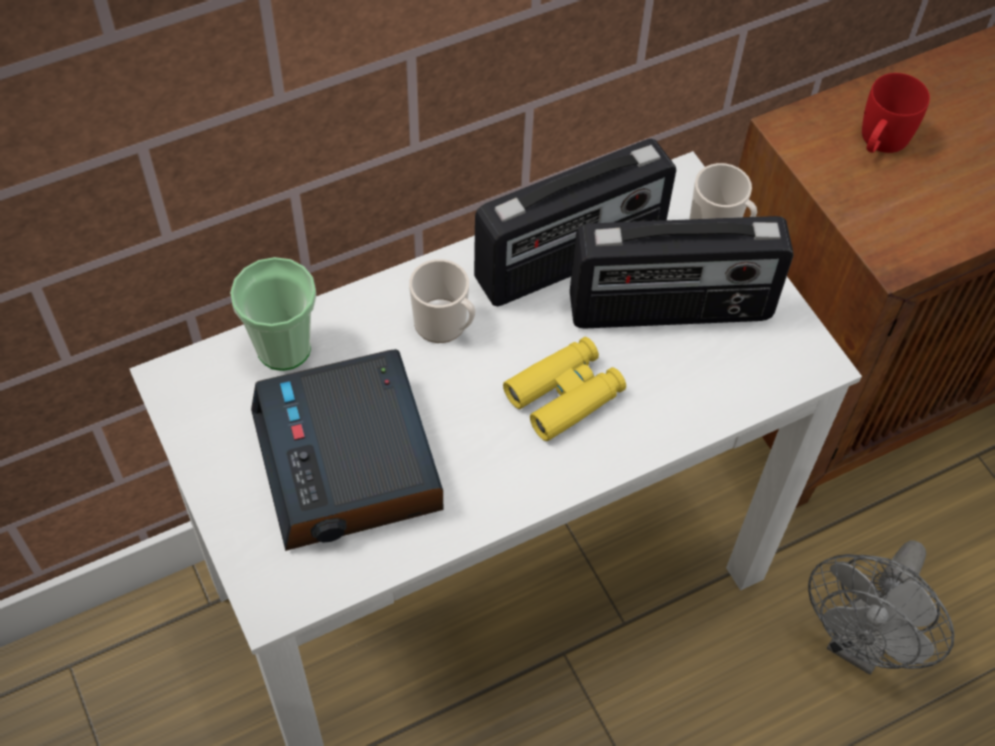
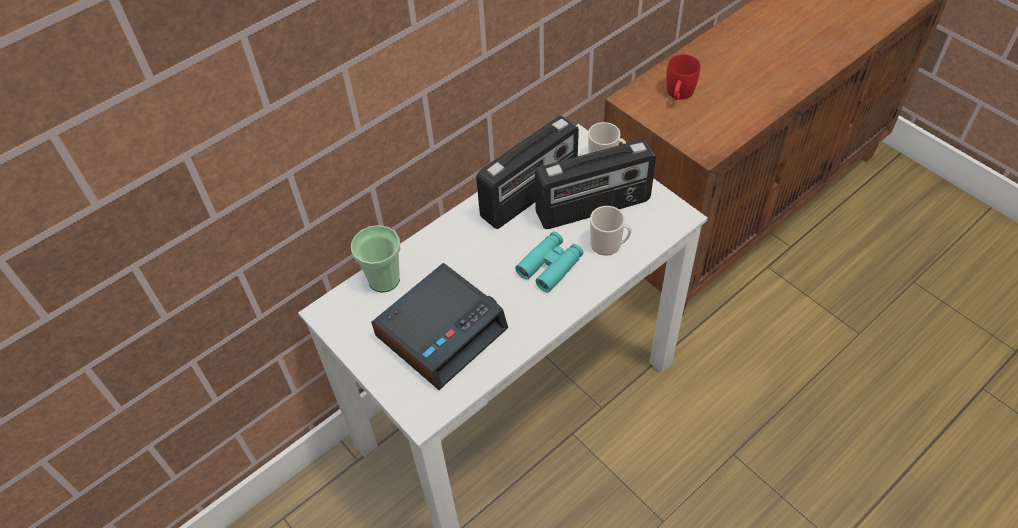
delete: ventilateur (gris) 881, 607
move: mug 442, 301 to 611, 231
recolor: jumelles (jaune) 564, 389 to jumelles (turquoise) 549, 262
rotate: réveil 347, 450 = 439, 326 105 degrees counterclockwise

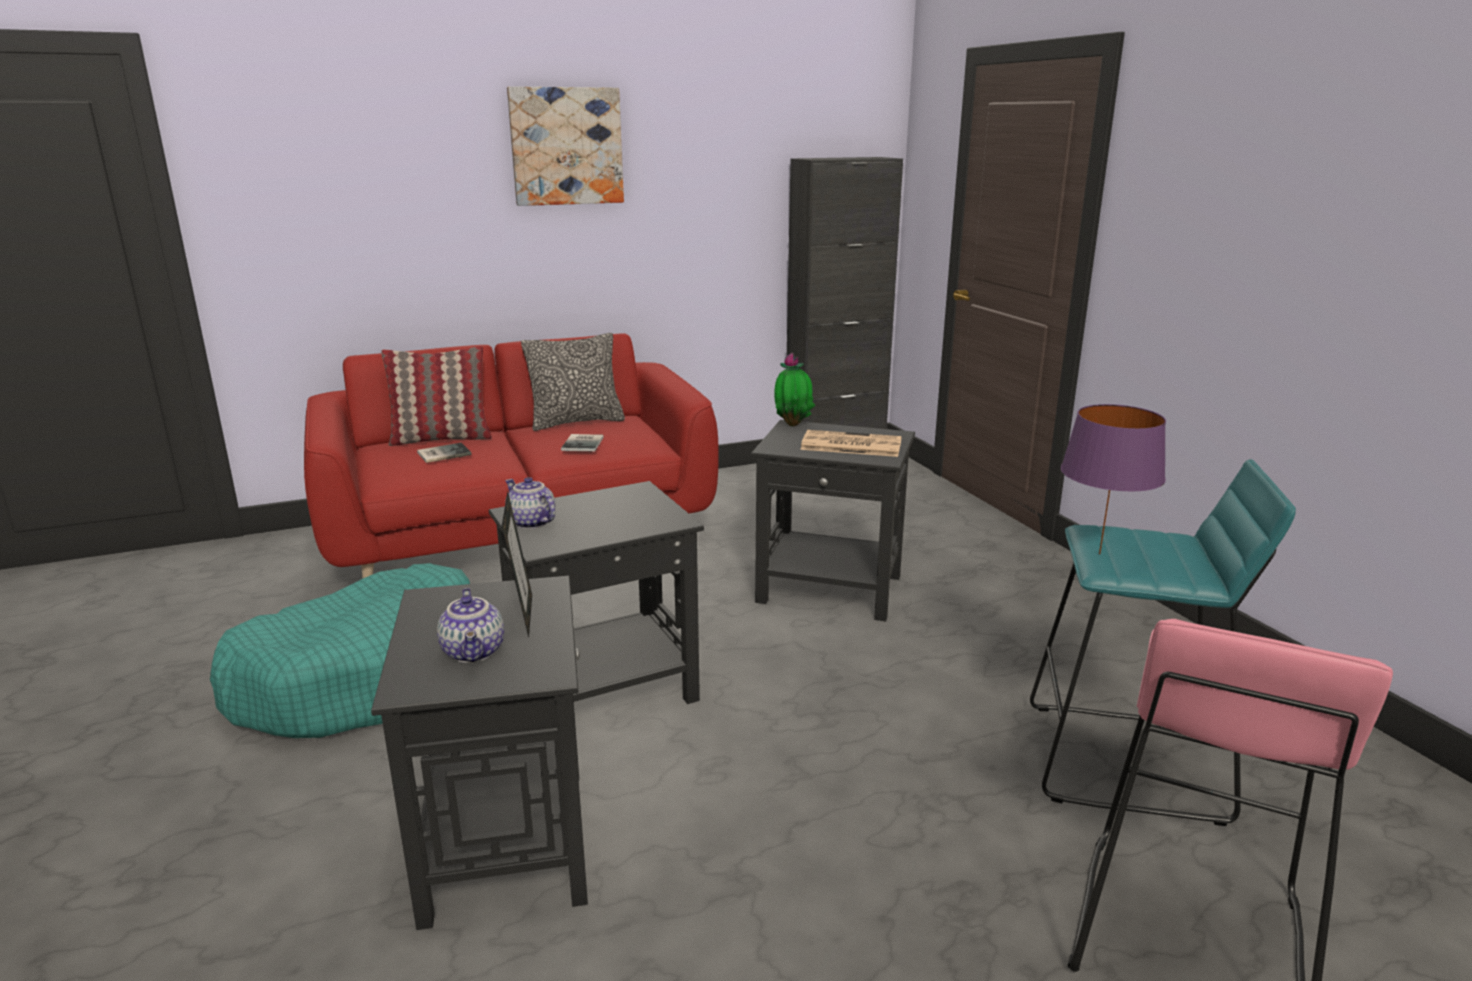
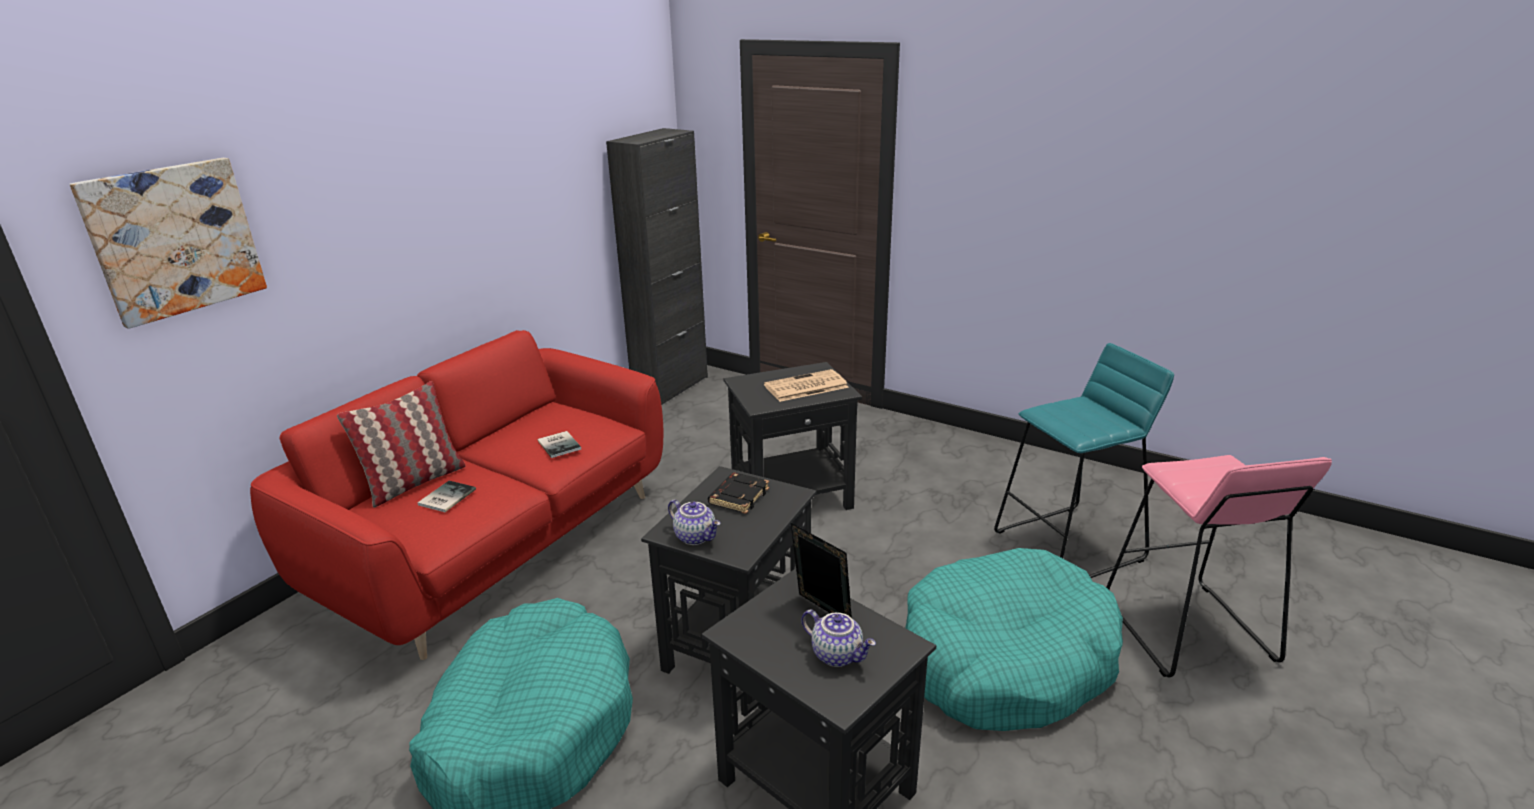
delete: coussin 573, 382; plante en pot 794, 389; lampe de table (violet) 1113, 479
insert: livre (noir) 739, 493; panier pour chien (turquoise) 1014, 639
move: tableau 565, 146 to 168, 243
rotate: théière 530, 503 = 694, 522 150 degrees counterclockwise

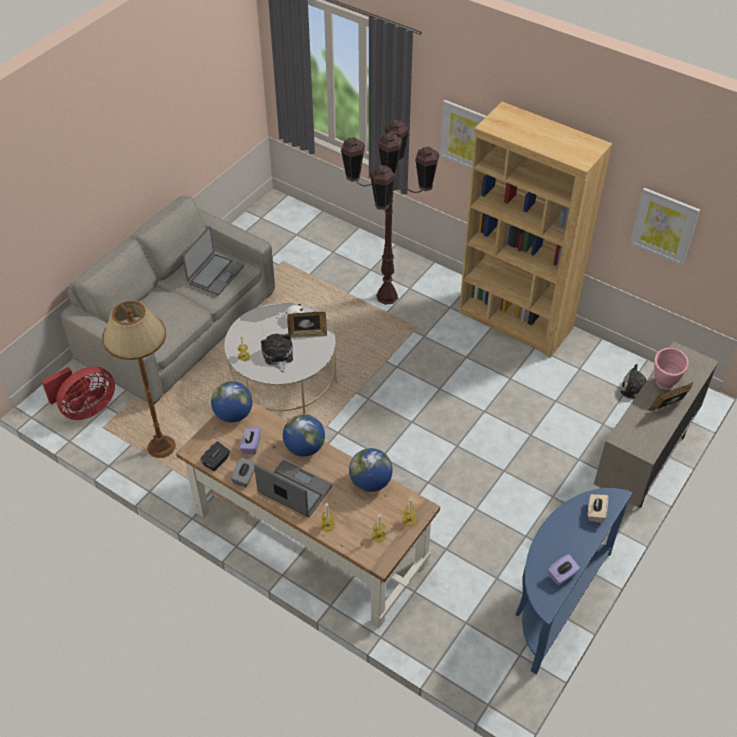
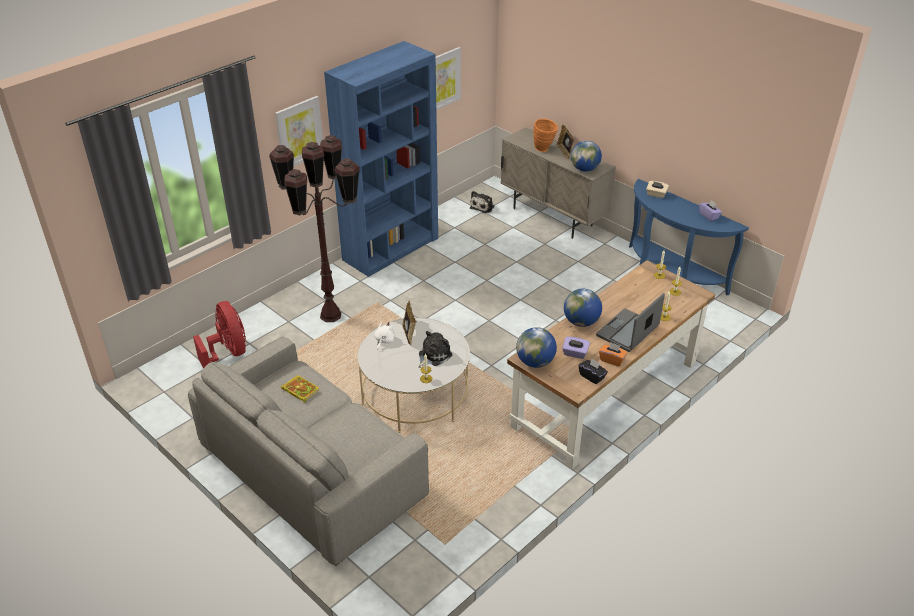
delete: lampadaire (marron) 139, 379
move: ventilateur (rouge) 78, 393 to 219, 335; globe 371, 470 to 586, 156
replace: ordinateur portable 213, 260 to livre 300, 389
recolor: bibliothèque (marron) 535, 229 to bibliothèque (bleu) 381, 159; vase (rose) 671, 369 to vase (orange) 545, 135; boîte à mouchoirs (gris) 243, 472 to boîte à mouchoirs (orange) 613, 354
rotate: peluche 277, 353 = 435, 349 135 degrees clockwise

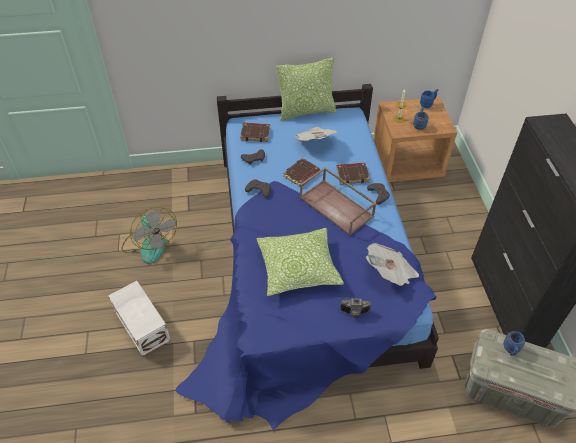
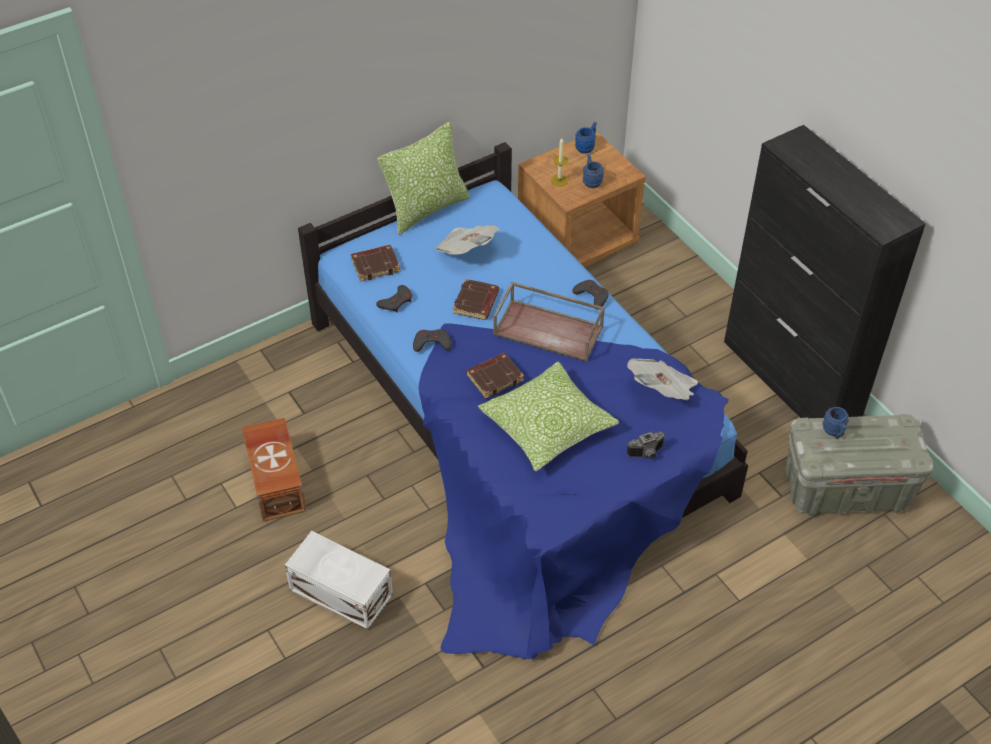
move: livre (marron) 353, 173 to 495, 376
replace: ventilateur 149, 235 to boîte de rangement (marron) 274, 470

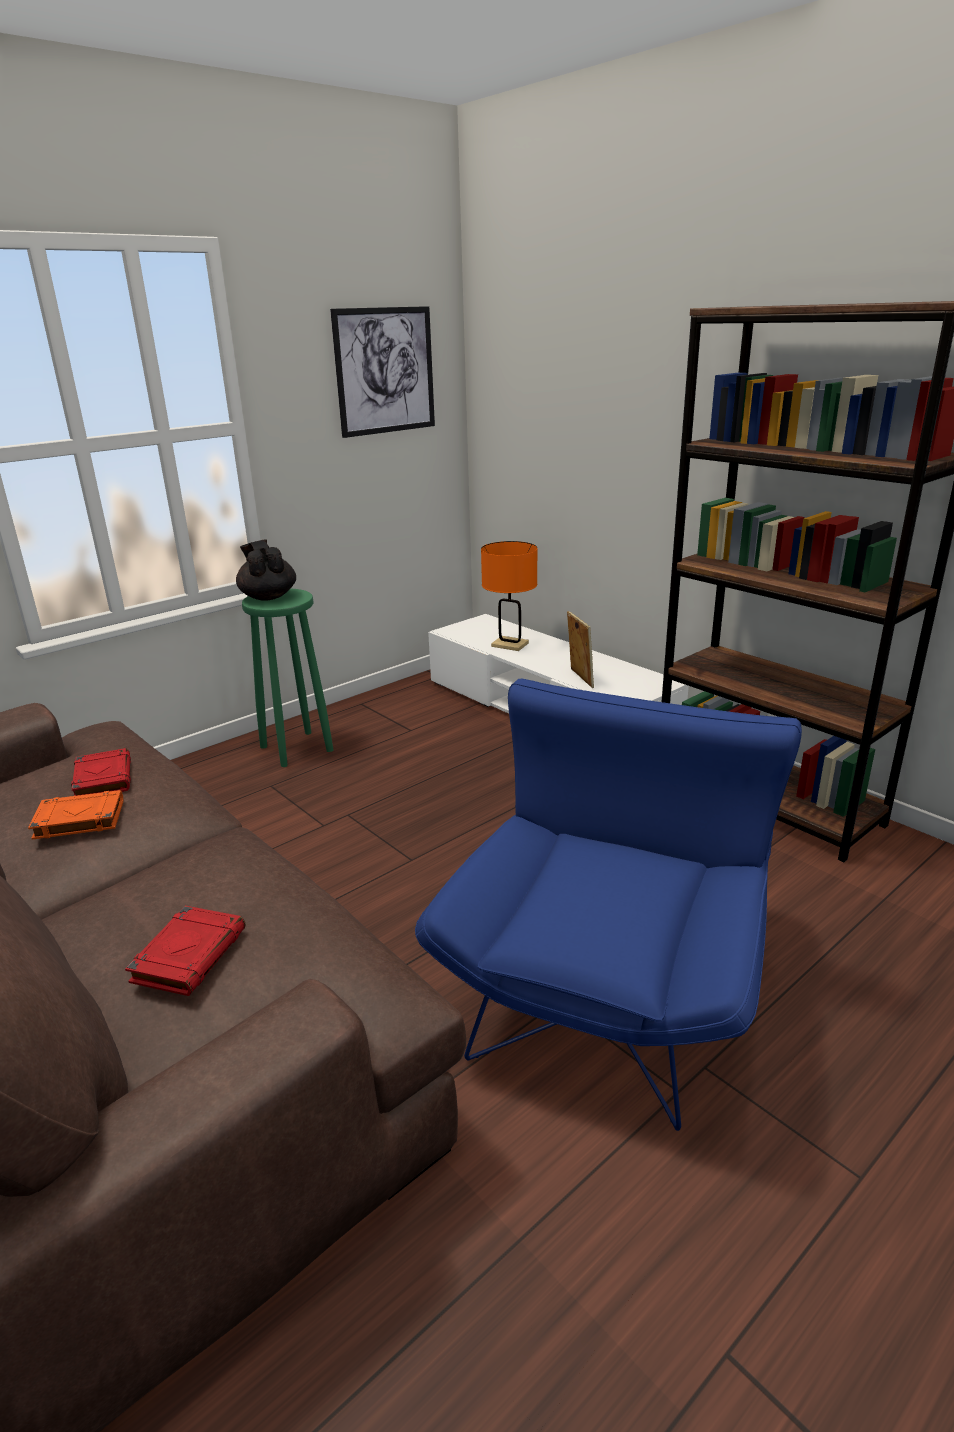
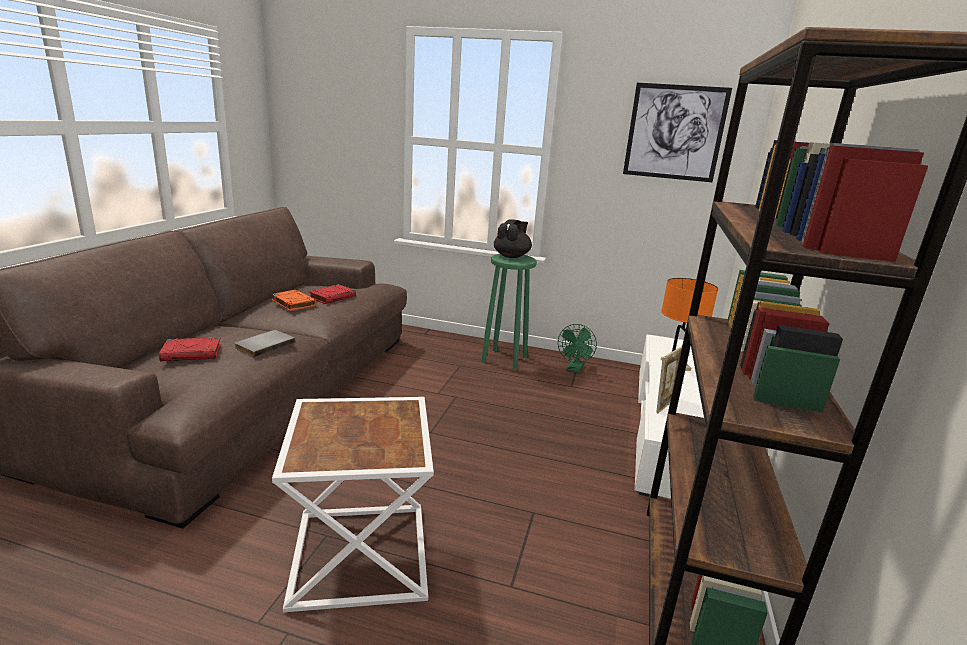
insert: livre (gris) 264, 343; ventilateur (vert) 577, 348
replace: fauteuil (bleu) 608, 904 to table d'appoint (blanc) 353, 504

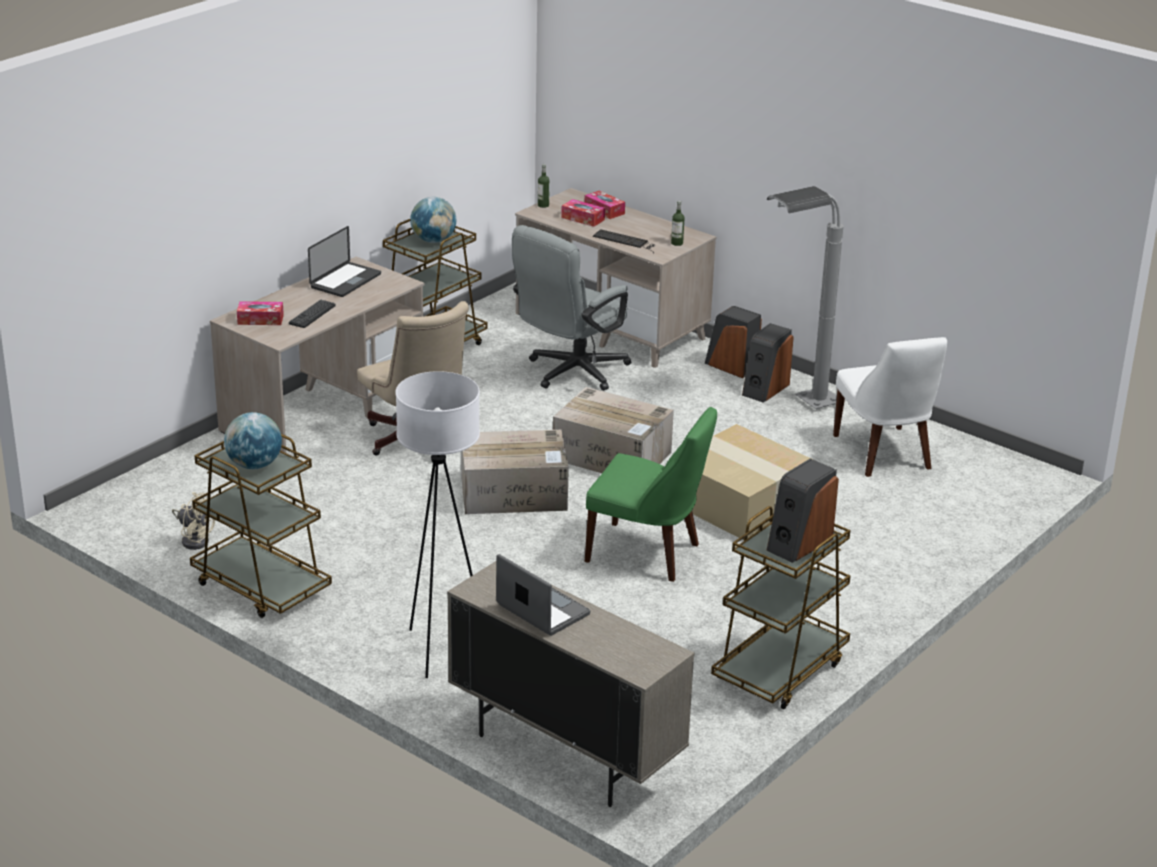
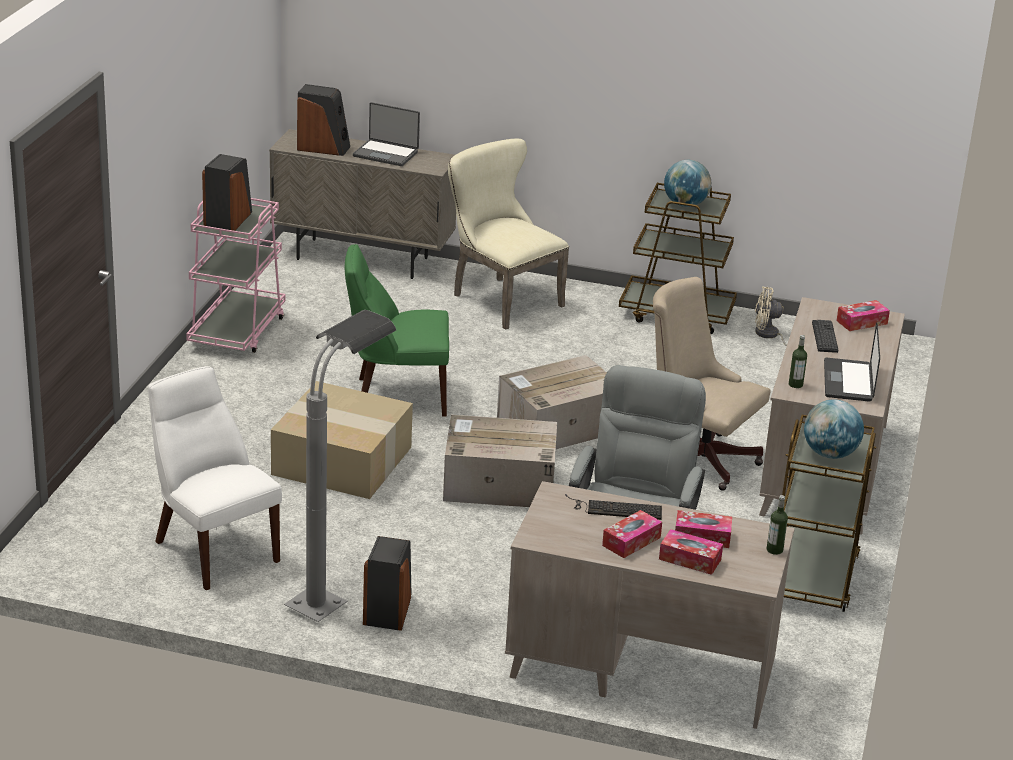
insert: boîte à mouchoirs 632, 534
move: enceinte 733, 342 to 323, 120; bouteille 677, 223 to 798, 361
replace: lampadaire (blanc) 437, 524 to chaise (beige) 508, 234
recolor: chariot (marron) 780, 607 to chariot (rose) 236, 275

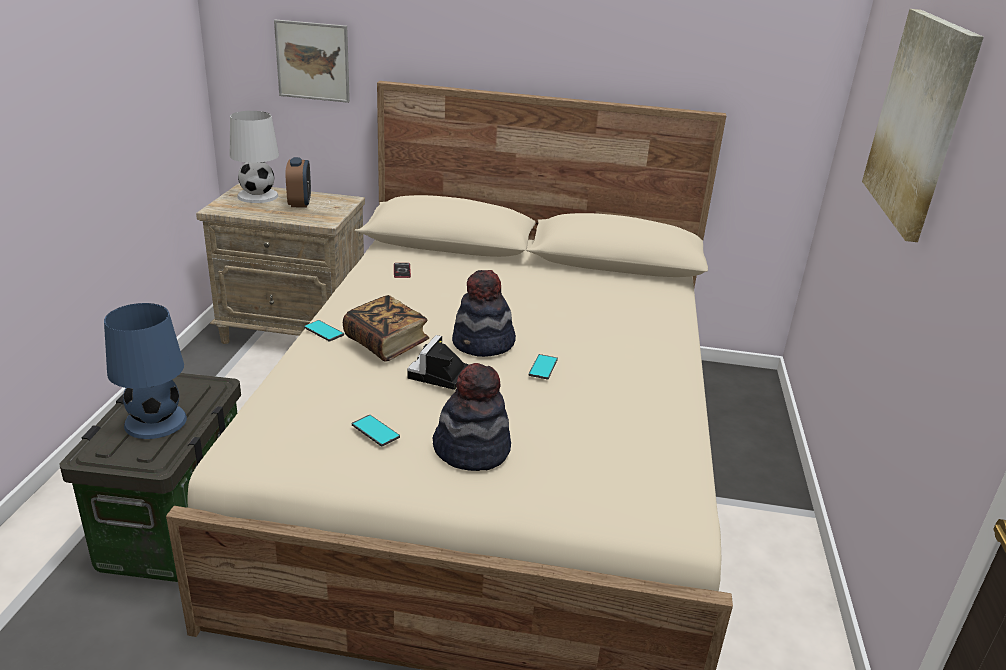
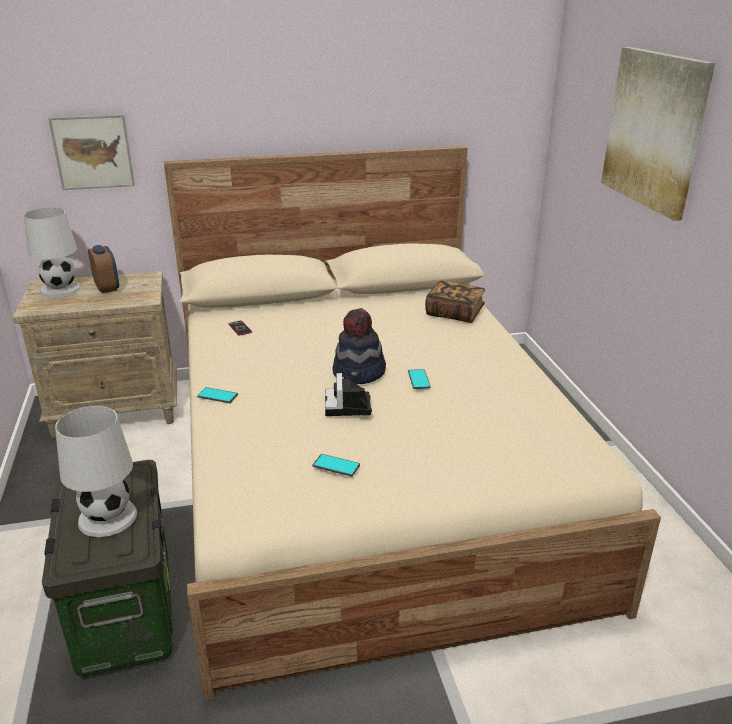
delete: chapeau 472, 417
move: livre 386, 328 to 455, 302
recolor: lampe de table (bleu) 145, 371 to lampe de table (blanc) 96, 471

